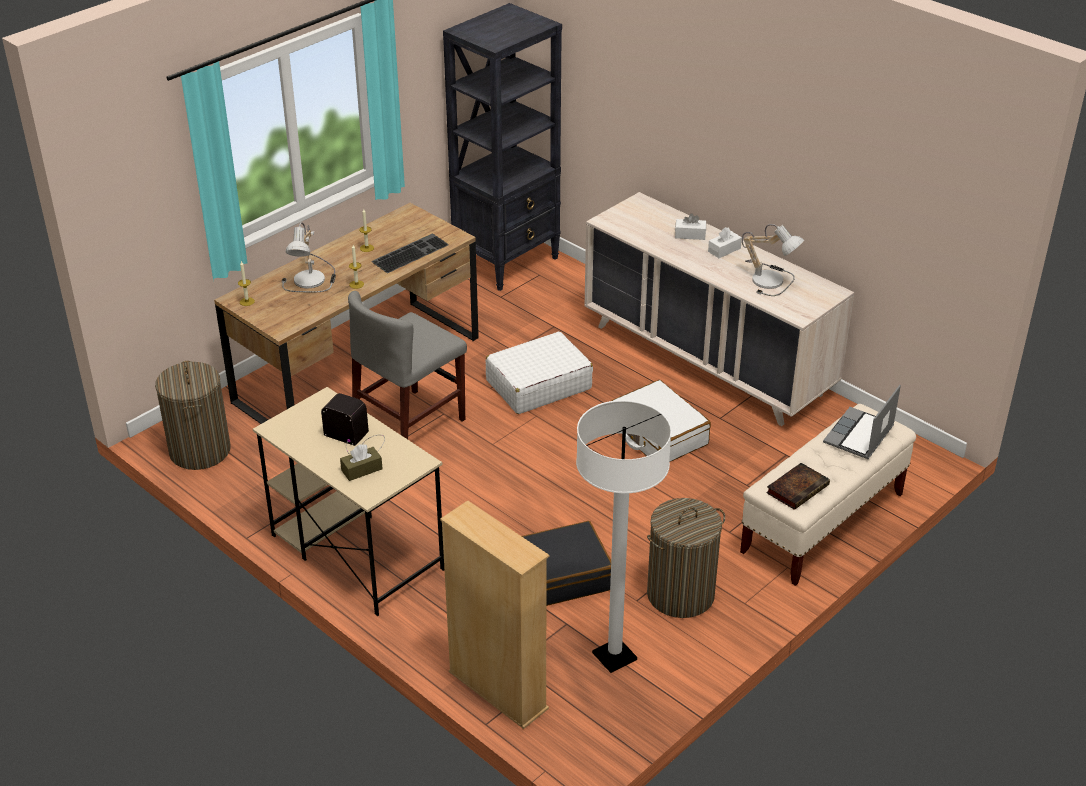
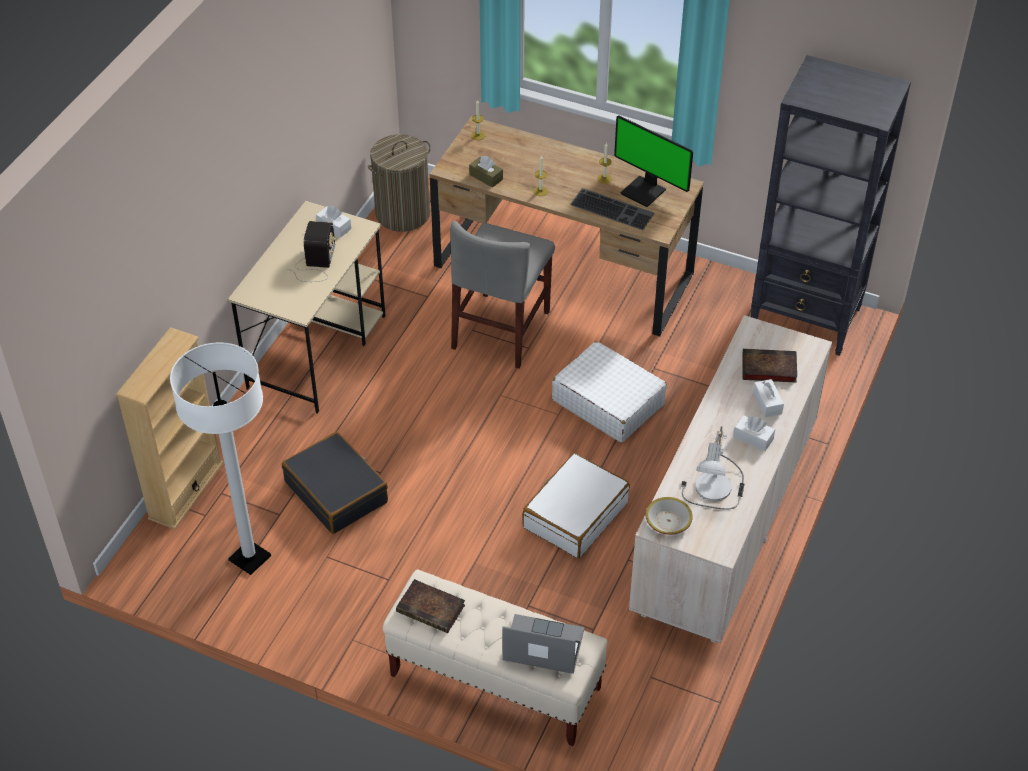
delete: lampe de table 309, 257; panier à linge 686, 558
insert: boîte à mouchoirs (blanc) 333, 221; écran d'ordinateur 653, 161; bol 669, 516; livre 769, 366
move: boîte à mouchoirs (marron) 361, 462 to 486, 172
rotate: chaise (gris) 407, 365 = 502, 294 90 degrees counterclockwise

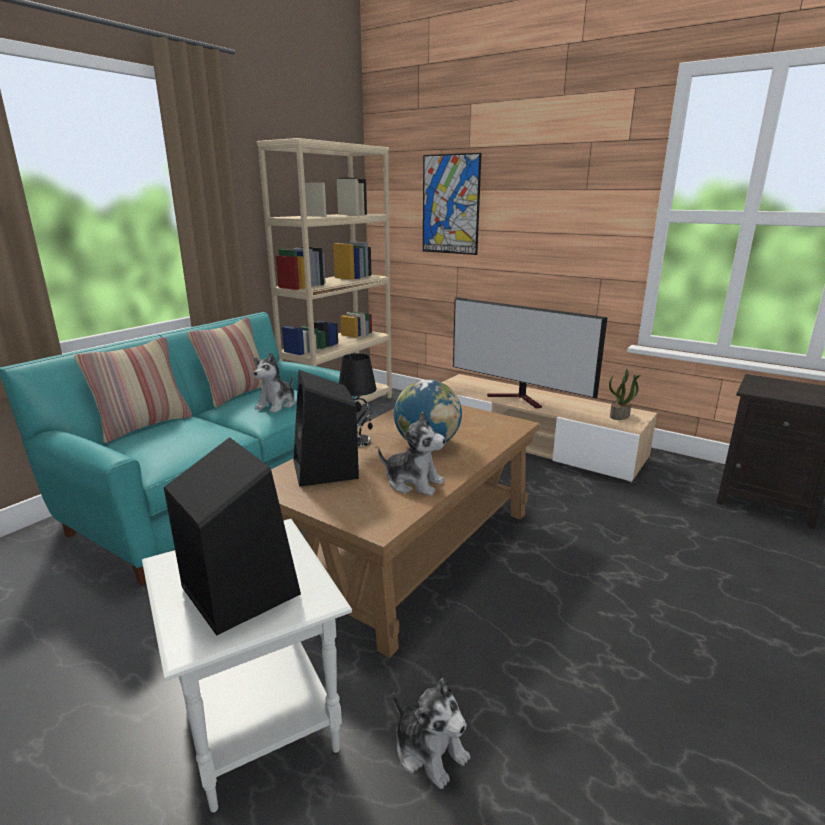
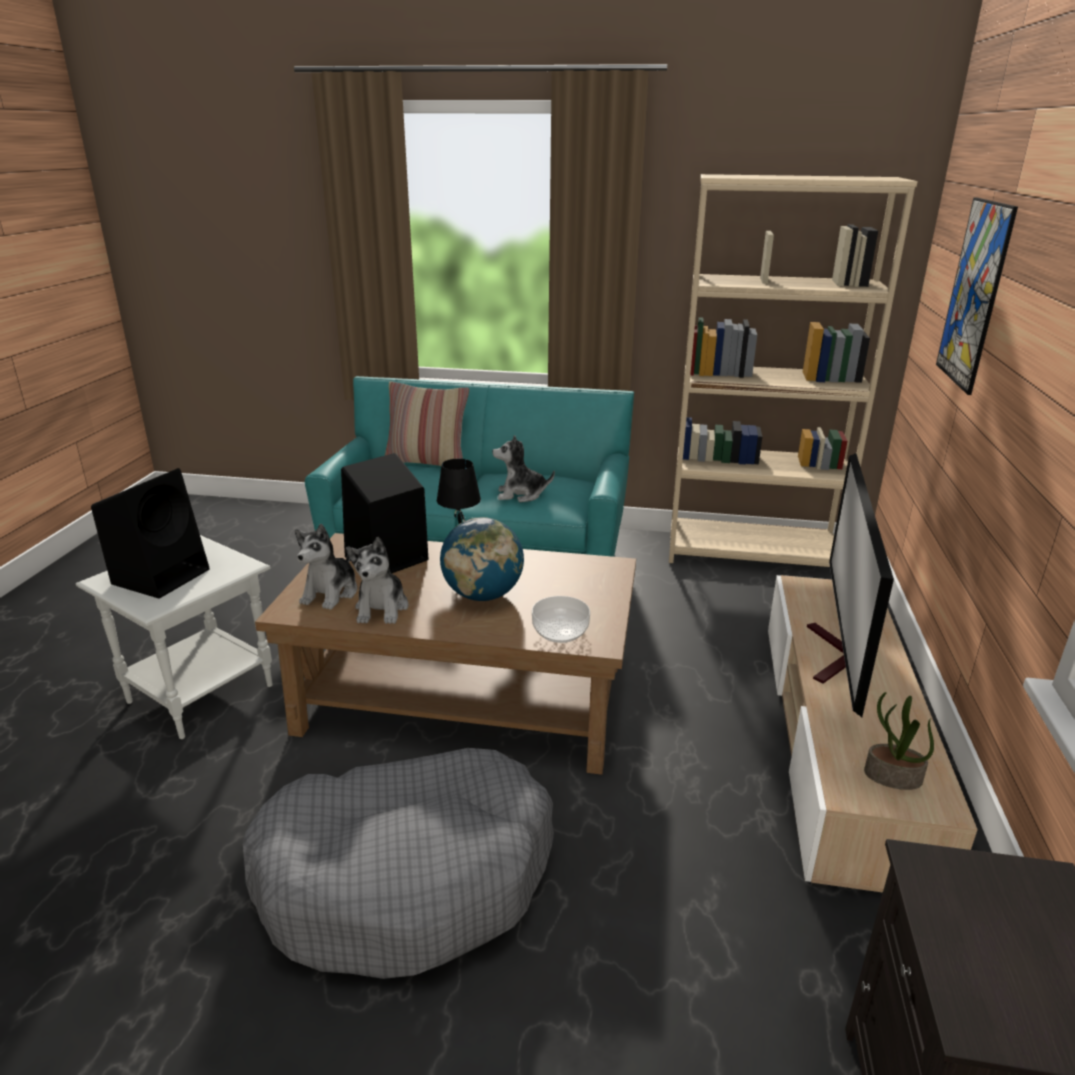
delete: coussin 225, 362
insert: panier pour chien (gris) 398, 863; bol 561, 619
move: peluche 431, 733 to 326, 567

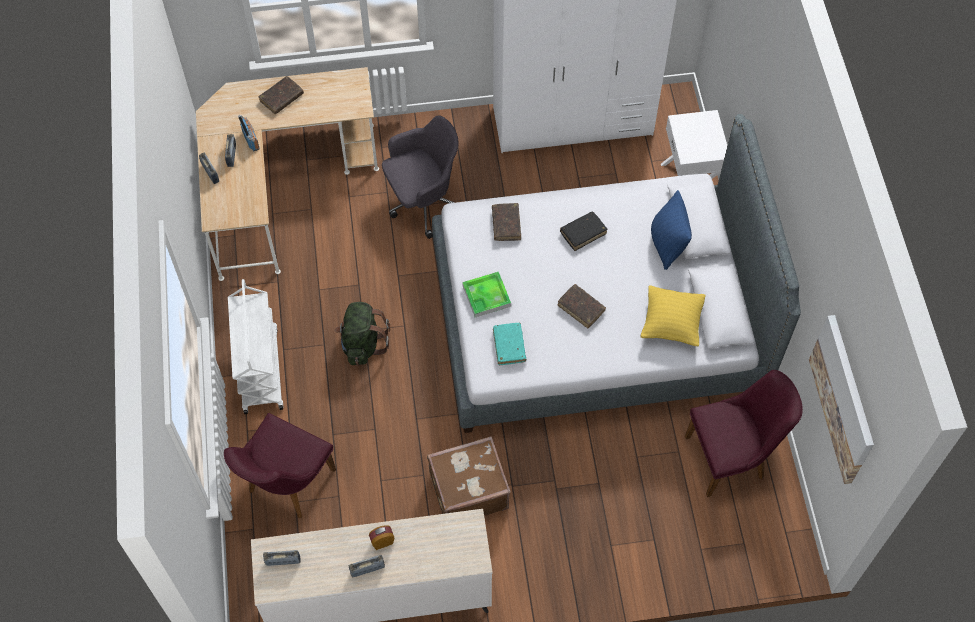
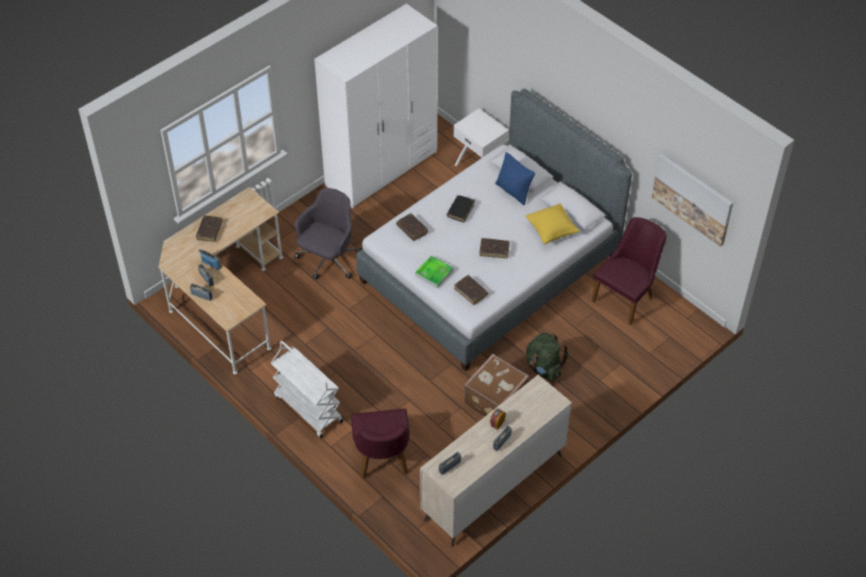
move: sac à dos (vert) 362, 334 to 547, 357
recolor: livre (turquoise) 509, 344 to livre (marron) 471, 290

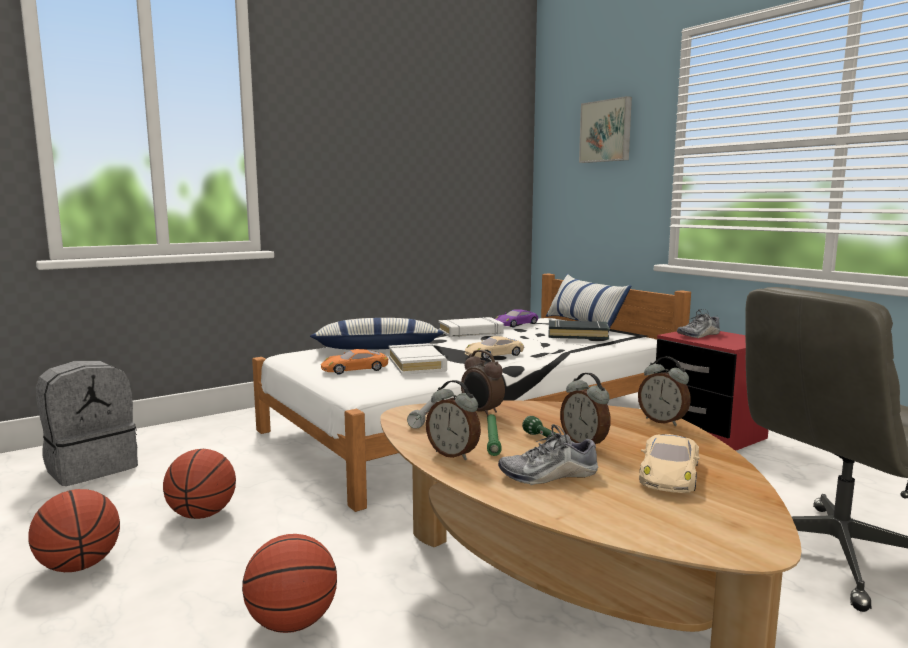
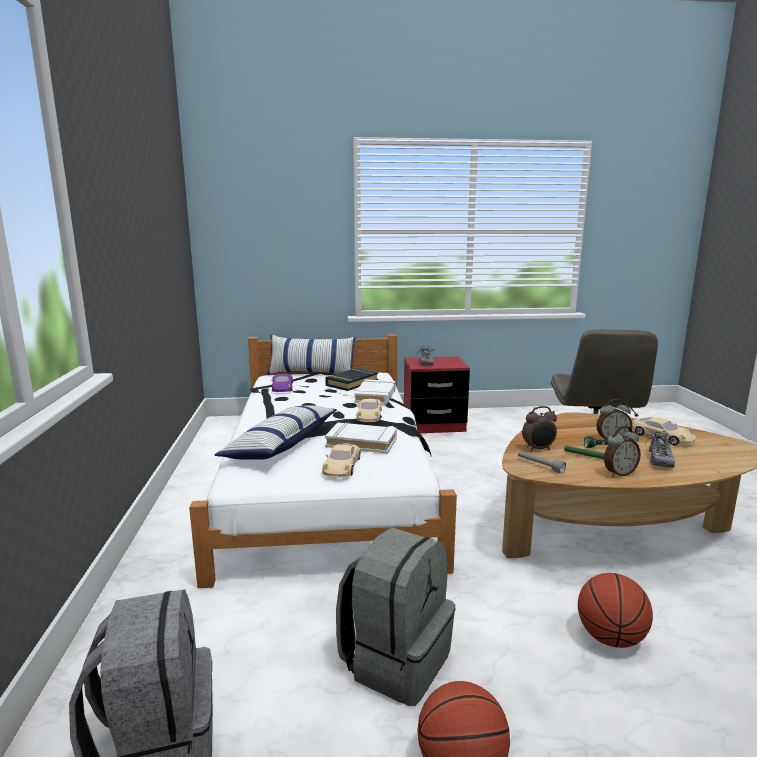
delete: tableau 605, 129; réveil 664, 391
move: livre (blanc) 471, 327 to 374, 392
replace: ballon de basket 199, 484 to sac à dos (gris) 396, 616
recolor: petite voiture (orange) 354, 361 to petite voiture (beige) 341, 460

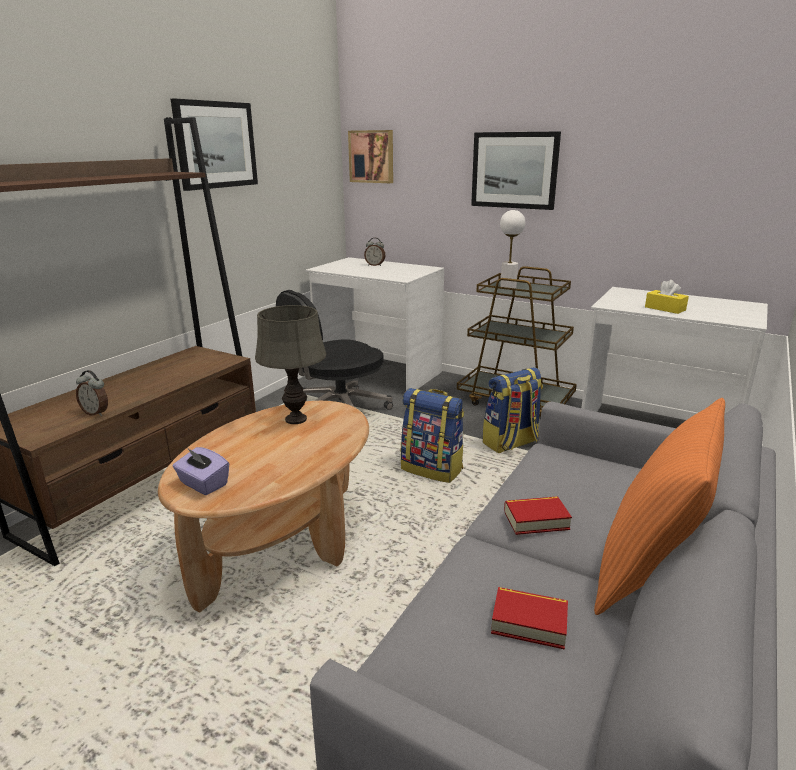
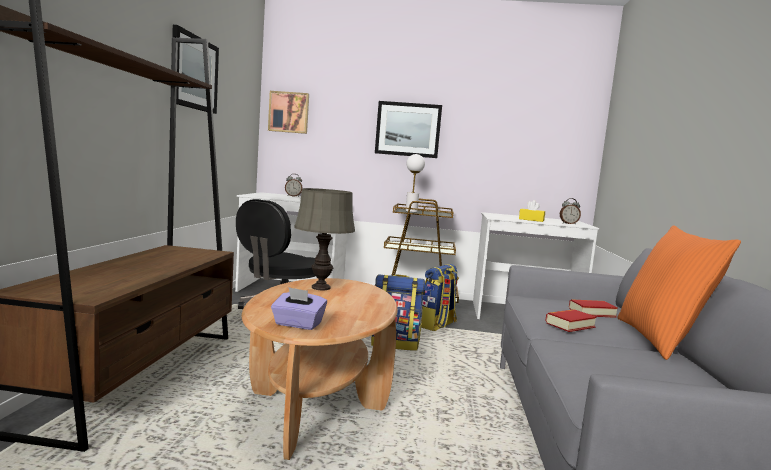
move: réveil 92, 393 to 570, 211; livre 529, 618 to 593, 308

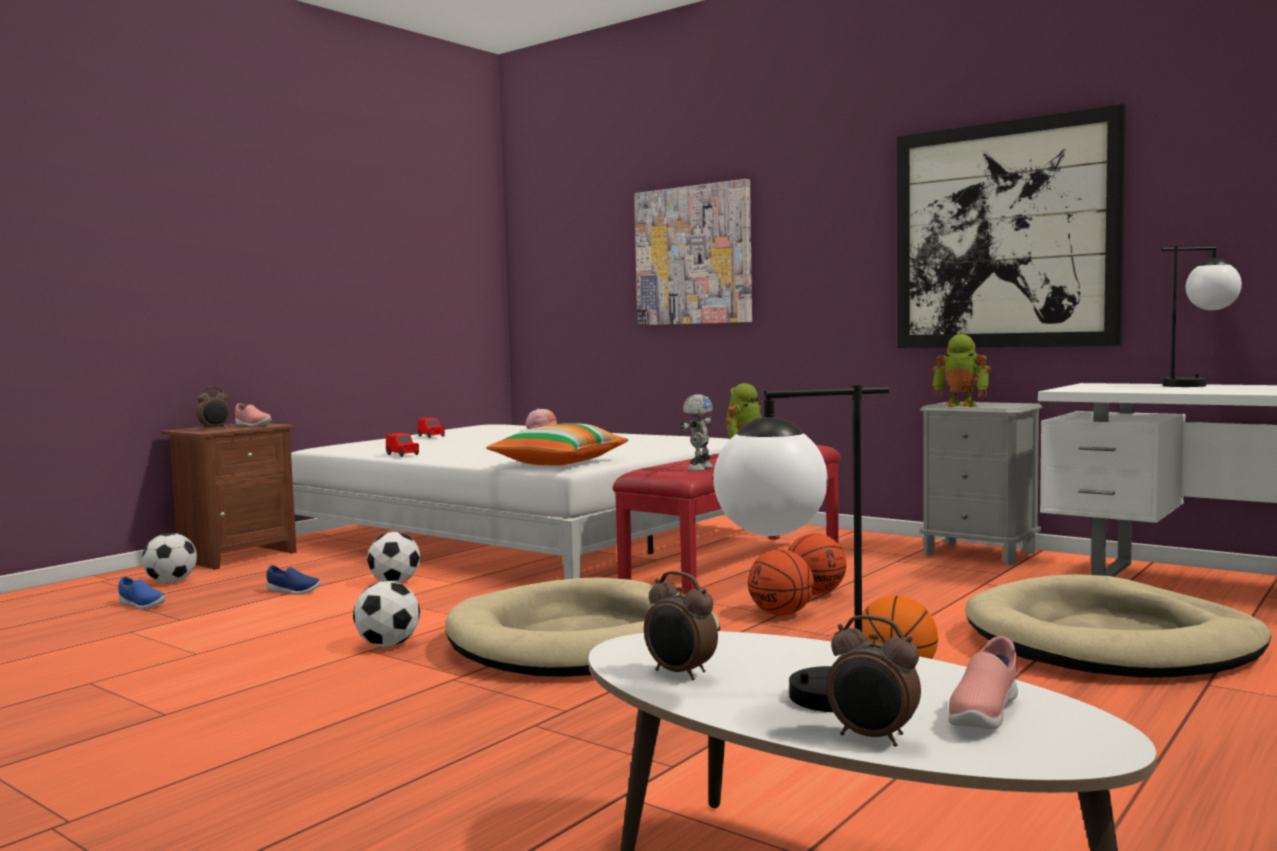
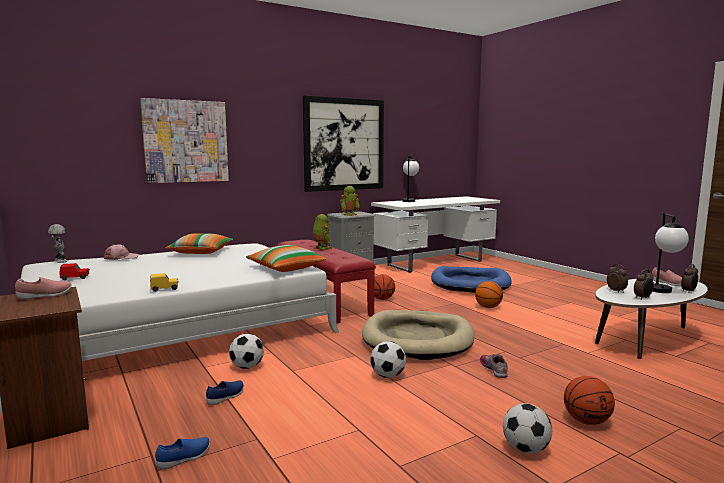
insert: coussin 199, 243; chaussure 494, 366
move: robot jouet 696, 432 to 57, 243; ballon de foot 169, 558 to 527, 428; ballon de basket 781, 583 to 589, 400; réveil 213, 408 to 617, 278
recolor: petite voiture (rouge) 402, 445 to petite voiture (jaune) 164, 282; panier pour chien (beige) 1118, 626 to panier pour chien (bleu) 471, 279

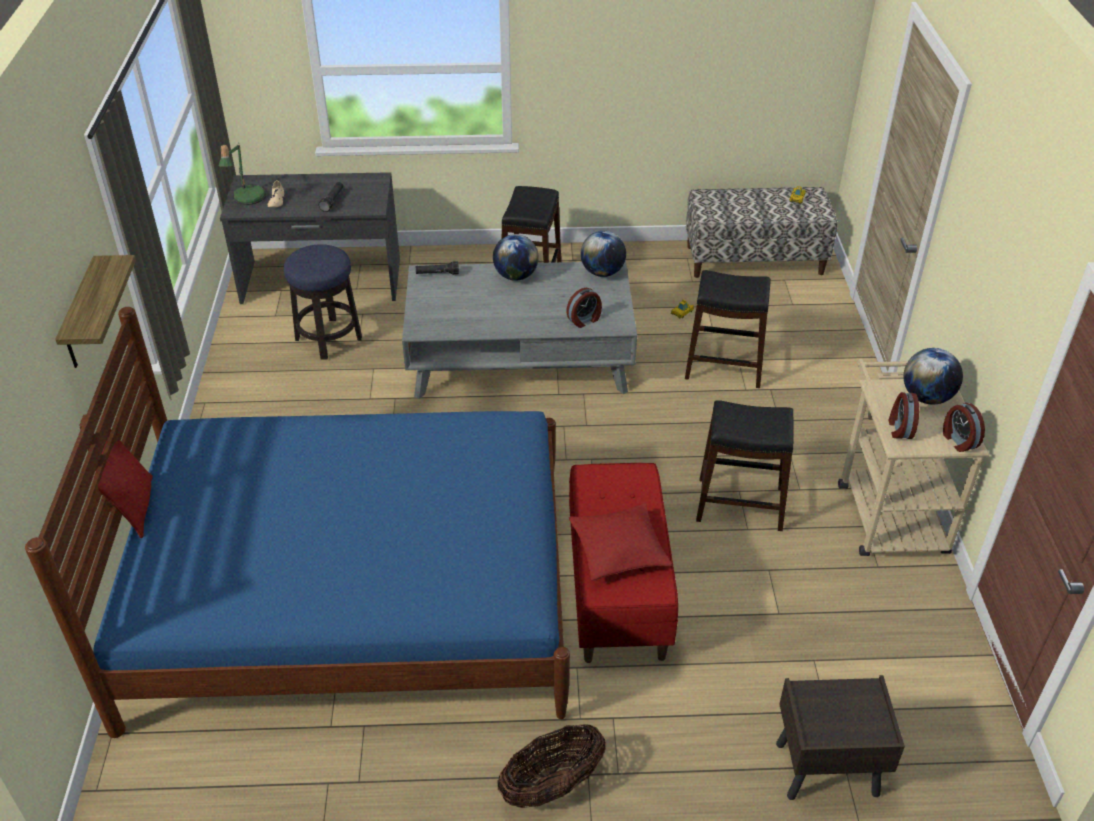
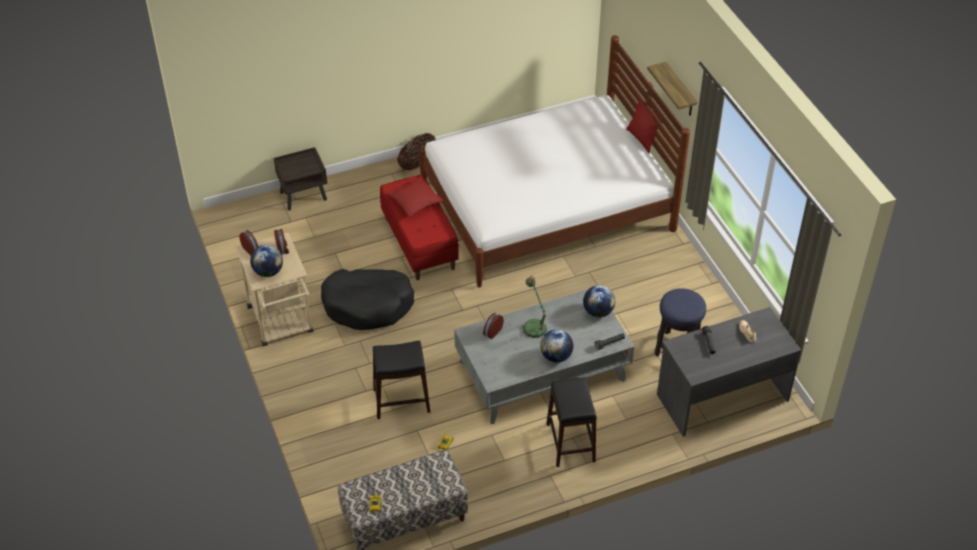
move: lampe de table 242, 174 to 535, 306; globe 603, 254 to 599, 301
replace: tabouret (noir) 744, 465 to panier pour chien (noir) 367, 299
recolor: lit (bleu) 297, 522 to lit (blanc) 554, 161

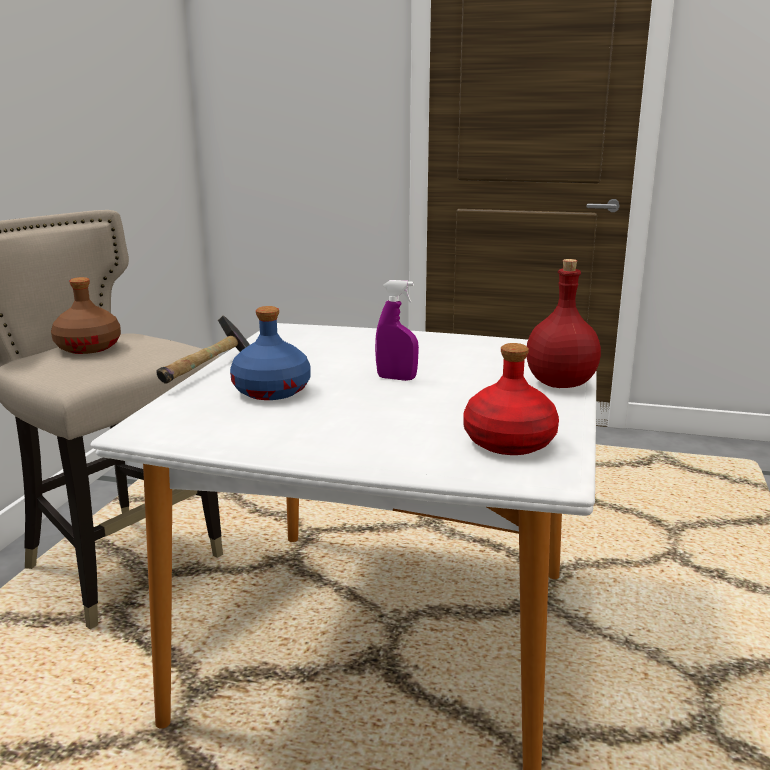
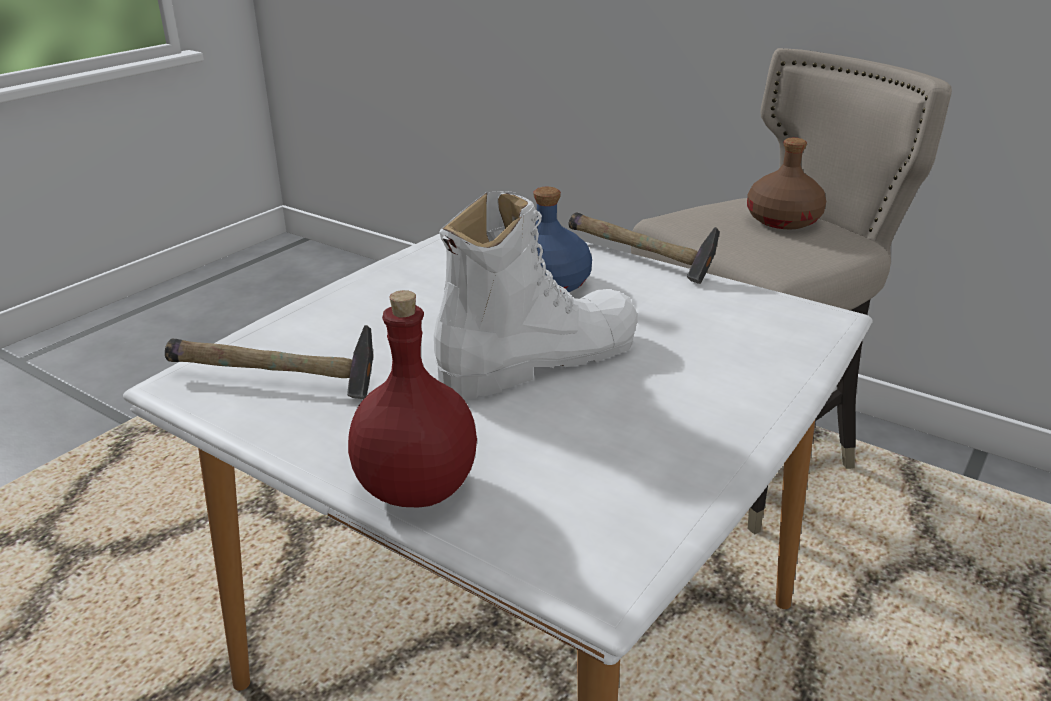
replace: bouteille (rouge) 511, 399 to marteau 269, 362; vaporisateur (violet) 397, 330 to botte (blanc) 535, 295

